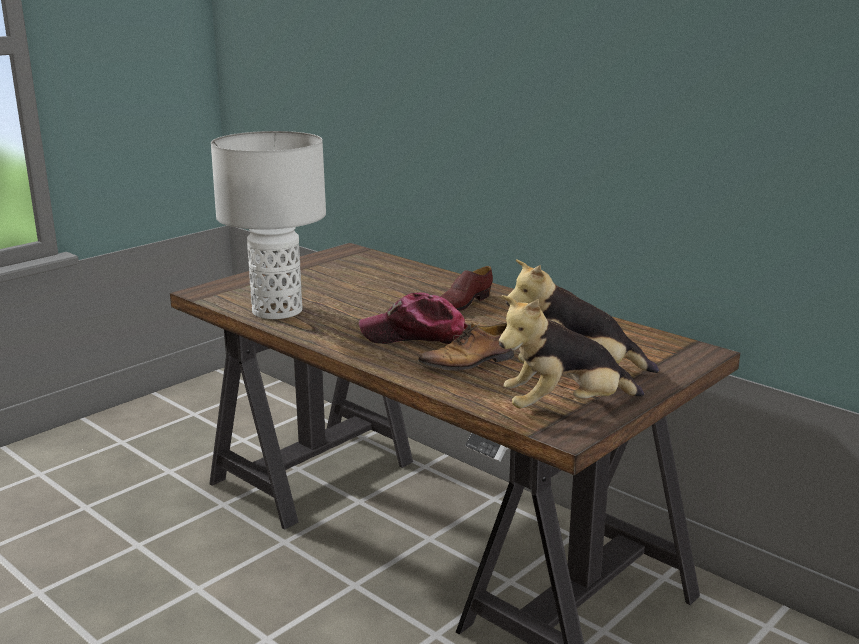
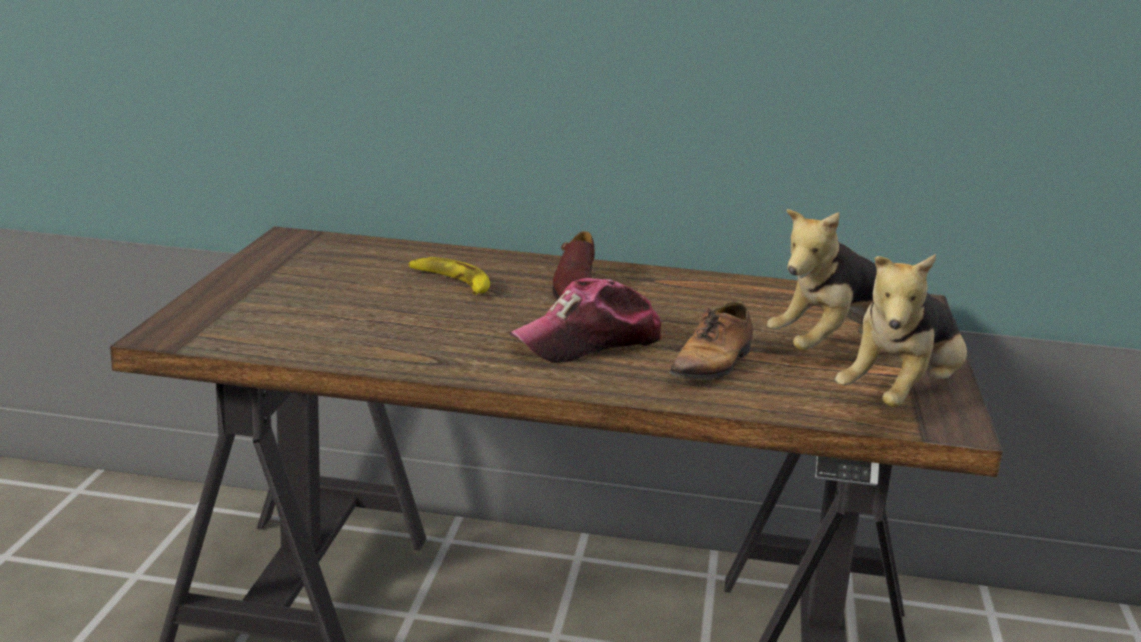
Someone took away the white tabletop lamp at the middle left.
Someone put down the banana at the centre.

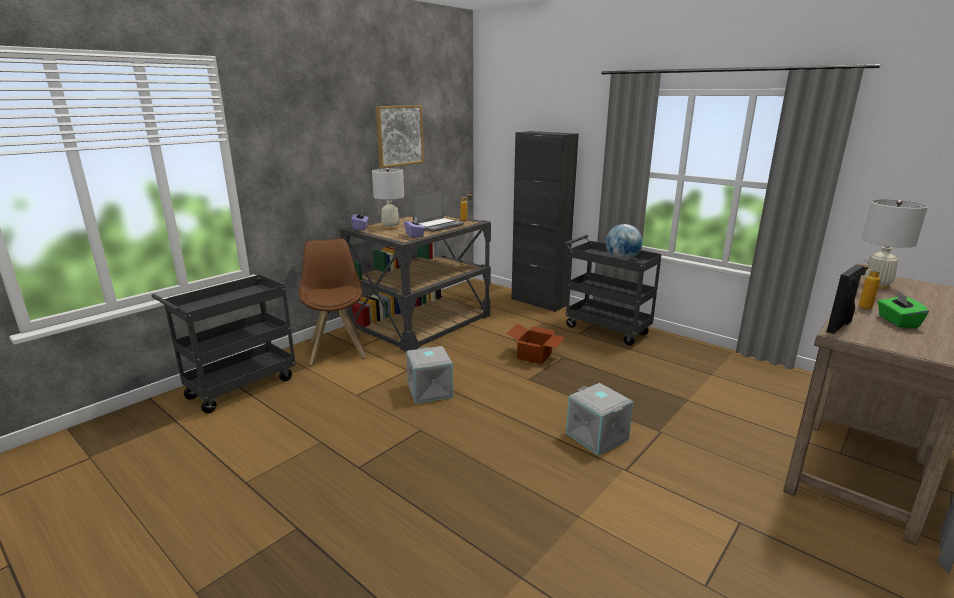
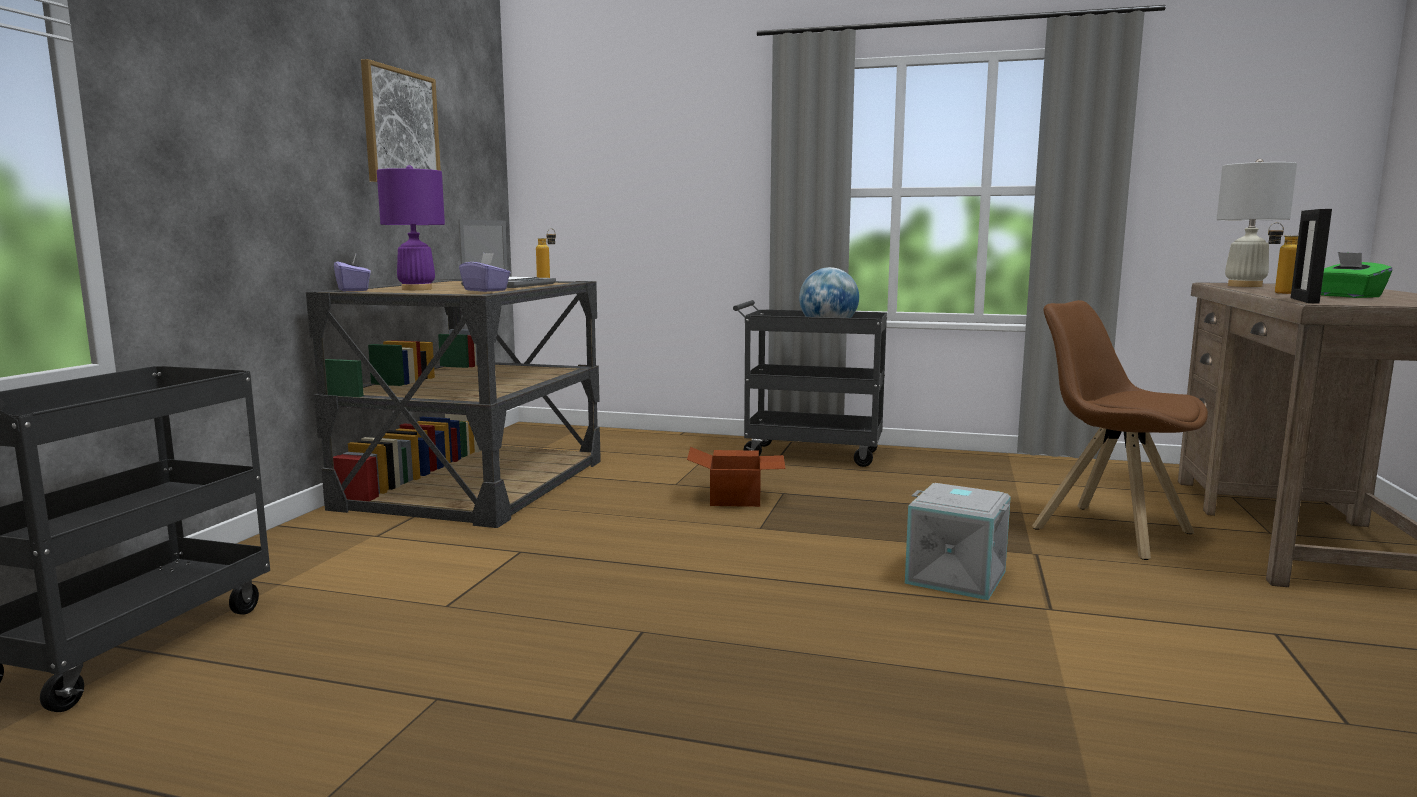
Someone carried the brown plain chair from the centre to the middle right.
Someone repainted the white tabletop lamp (no. 1 from left) at the top centre, which became the purple tabletop lamp at the top left.
Someone took away the grey storage container (no. 1 from left) at the centre.
Someone took away the black-coloured cabinet at the centre.

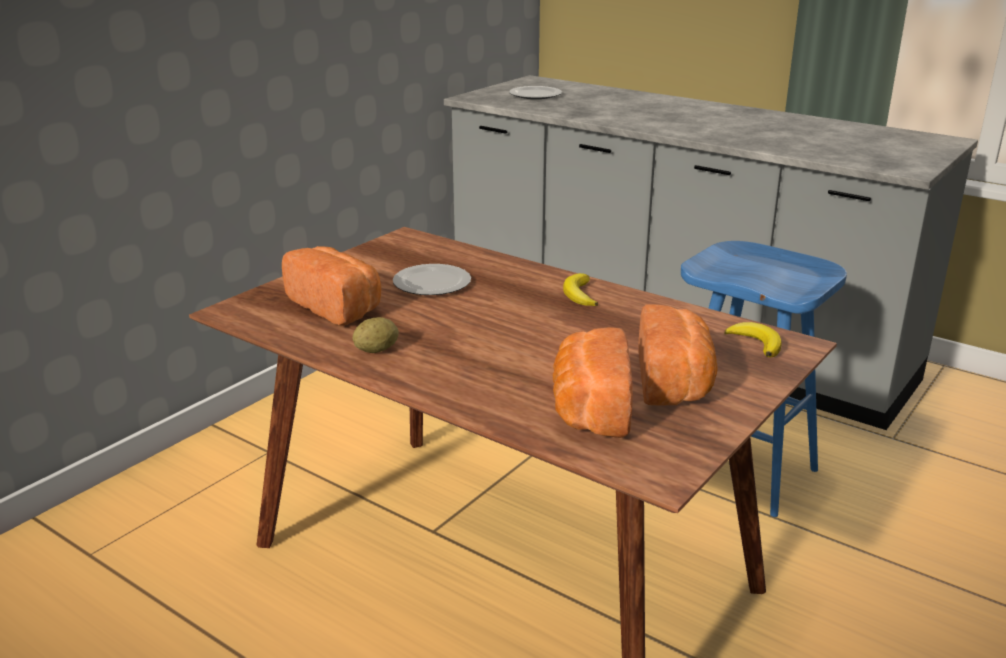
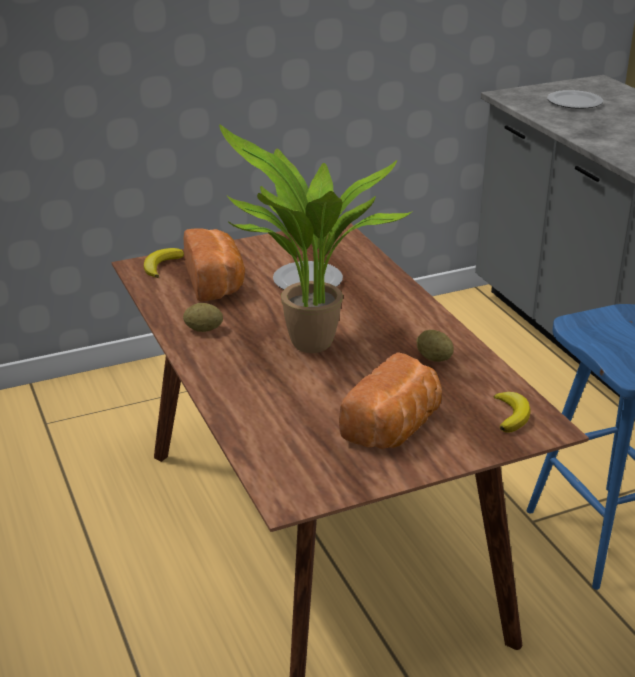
Someone took away the bread (no. 2 from left) at the centre.
Someone carried the banana (no. 1 from left) from the centre to the middle left.
Someone put down the houseplant at the centre.
Someone put down the whole potato (no. 2 from left) at the middle right.

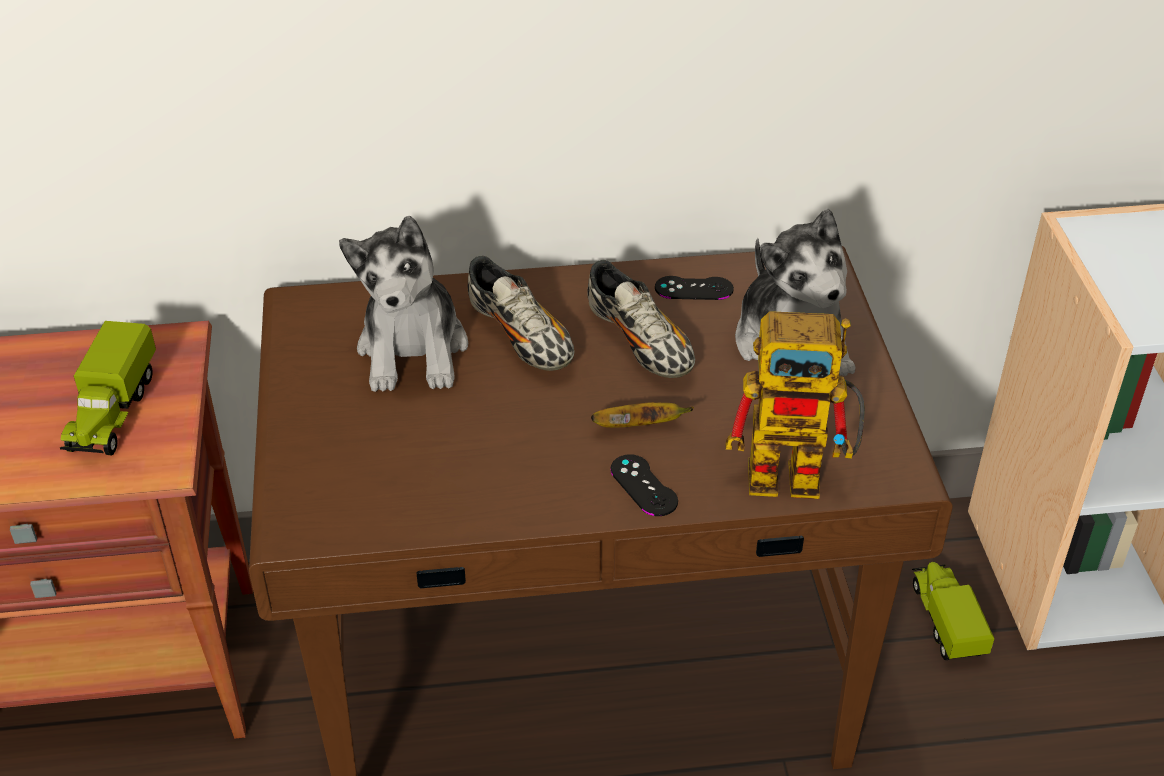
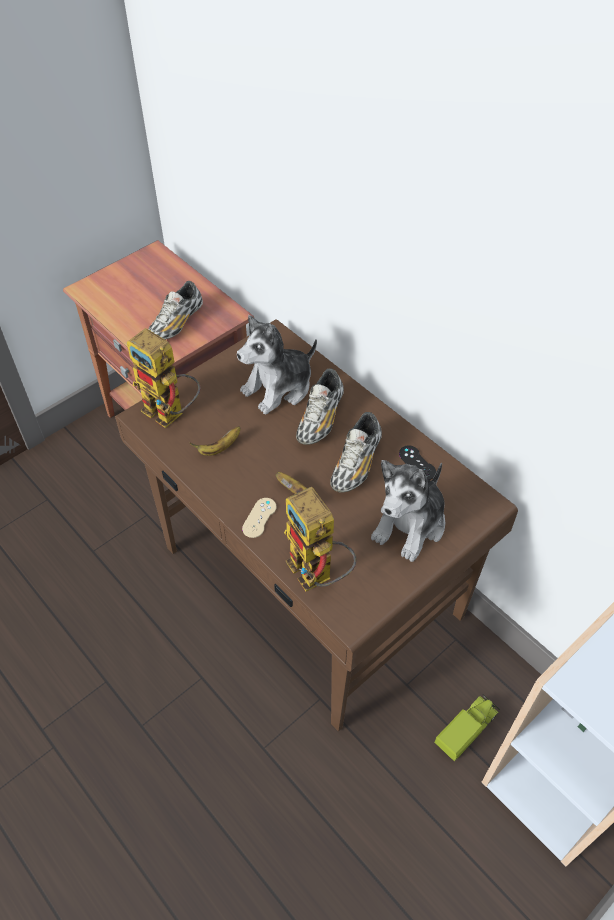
Someone swapped the toy truck (no. 1 from left) at the middle left for the low shoe (no. 1 from left) at the middle left.
Someone repainted the black-coloured joypad (no. 1 from left) at the centre, which became the beige joypad at the centre.
Someone put down the robot figure (no. 1 from left) at the middle left.
Someone put down the banana (no. 1 from left) at the centre.

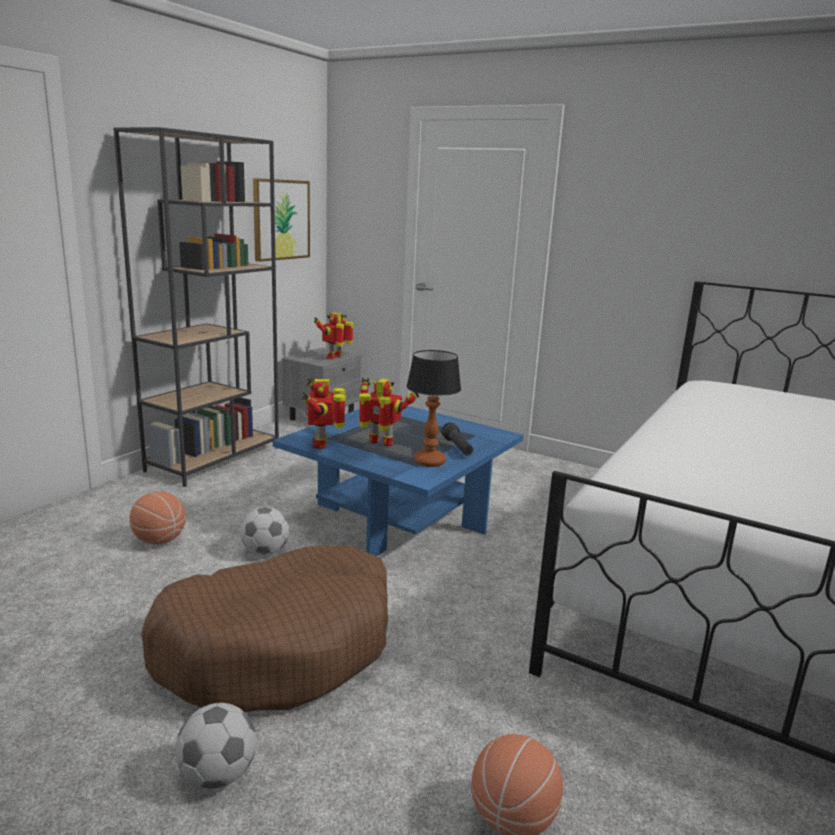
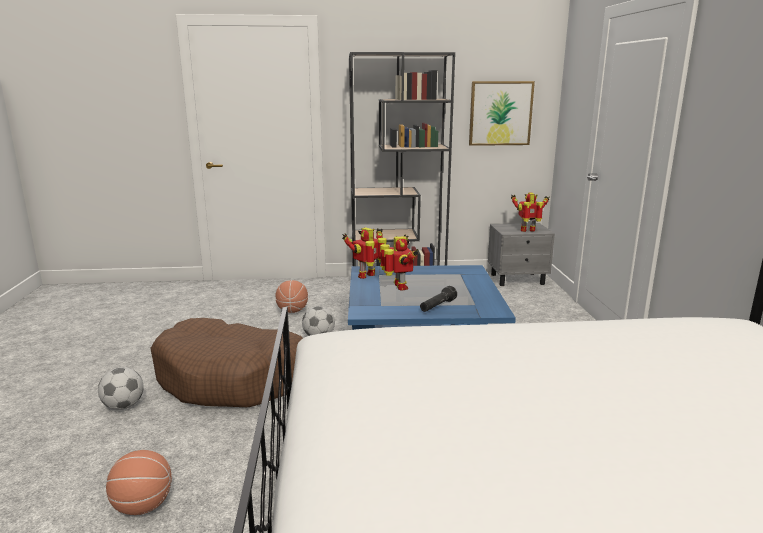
Someone took away the tabletop lamp at the centre.

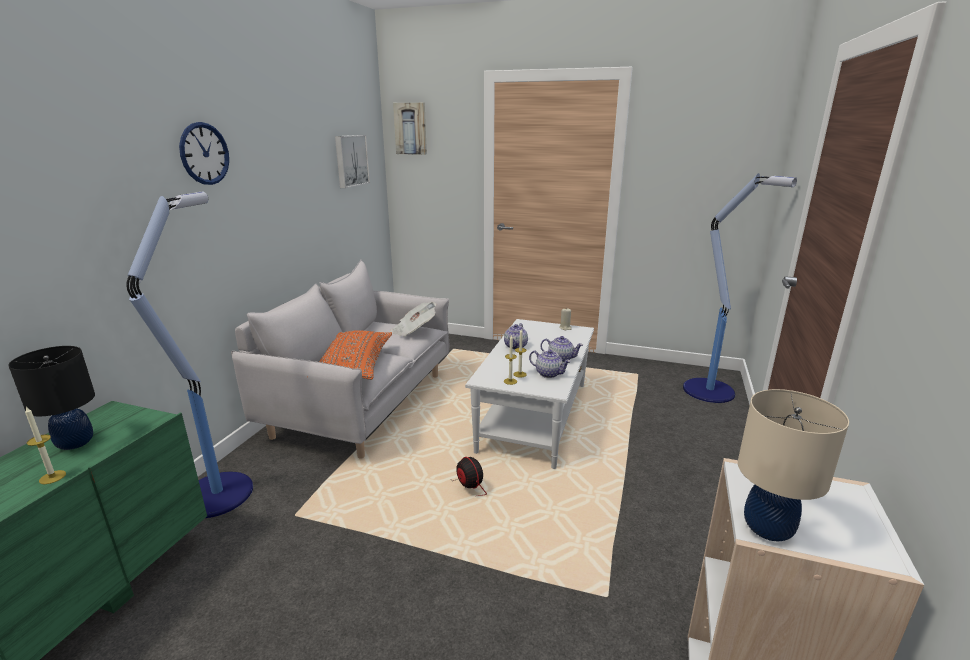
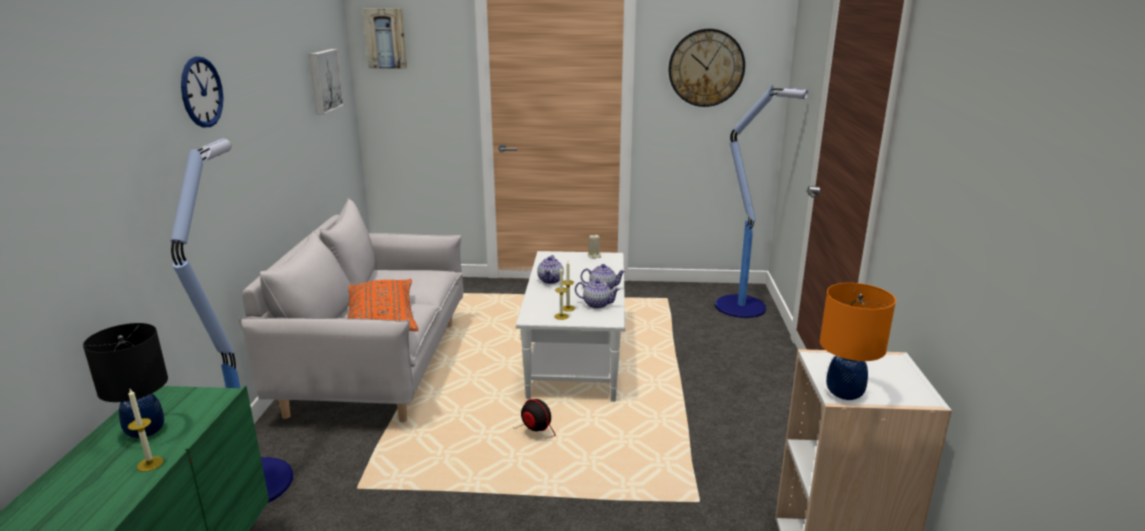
Someone took away the daily paper at the centre.
Someone repainted the beige tabletop lamp at the bottom right, which became the orangey tabletop lamp at the middle right.
Someone put up the hanging clock (no. 2 from left) at the top centre.

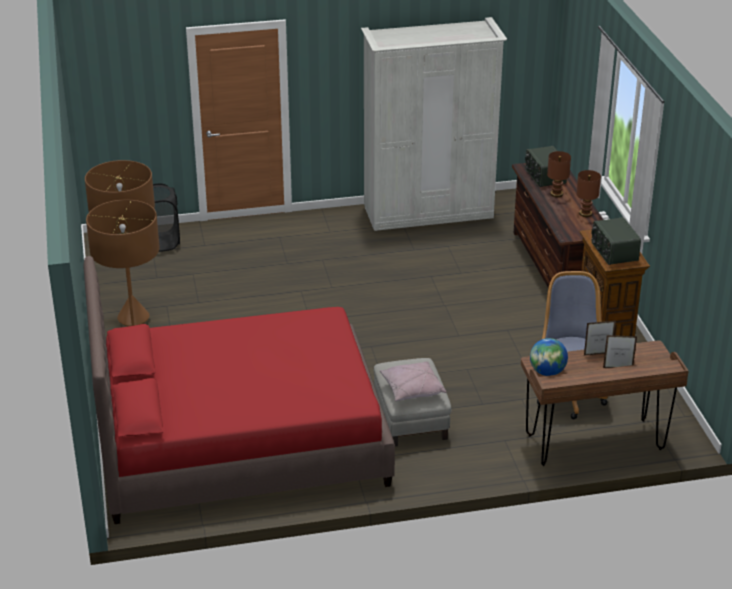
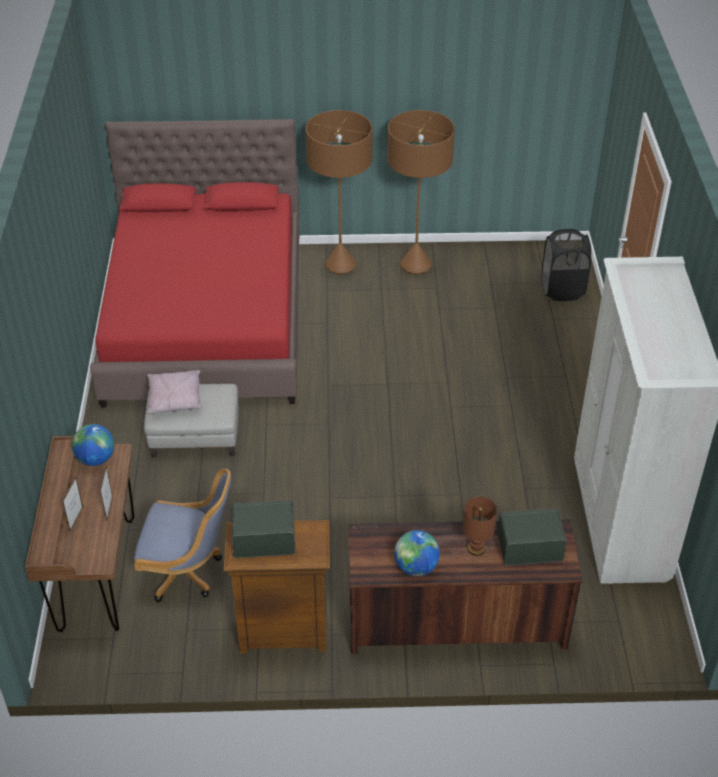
Someone swapped the brown tabletop lamp (no. 2 from left) at the top right for the desk globe (no. 2 from left) at the bottom centre.

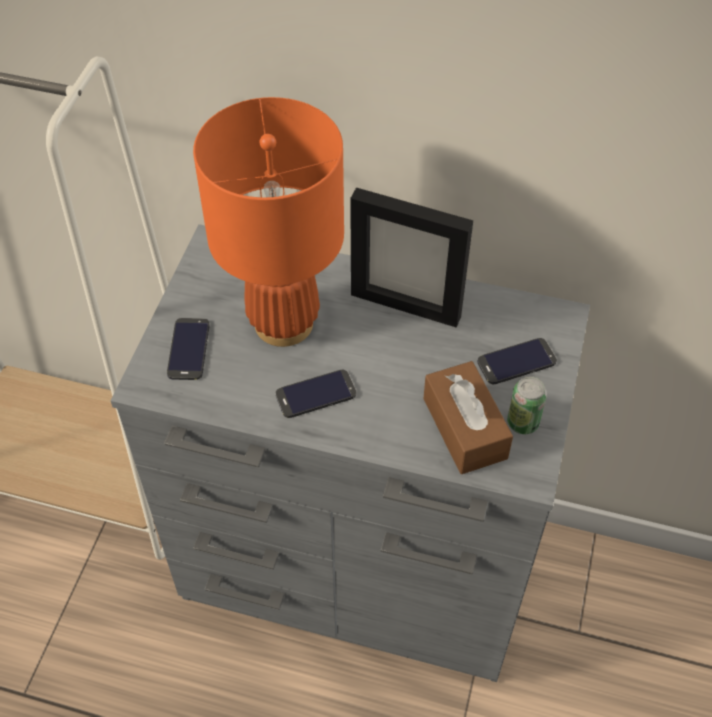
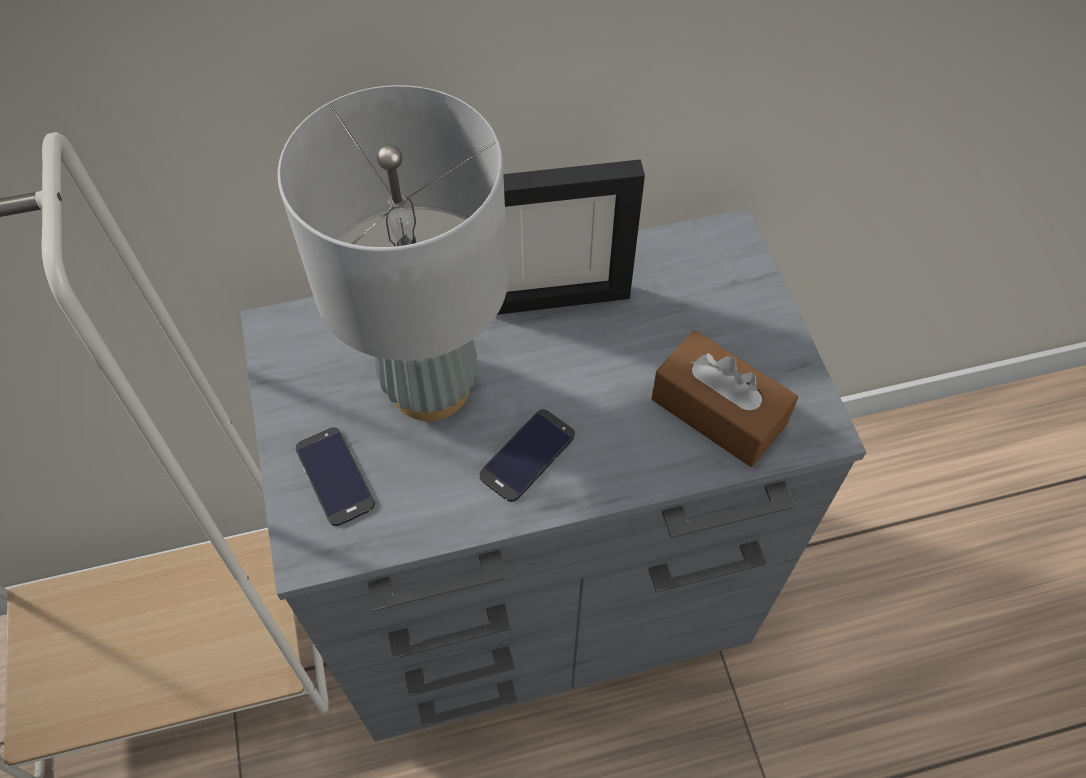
Someone repainted the orangey tabletop lamp at the top centre, which became the grey tabletop lamp at the top centre.
Someone took away the telephone (no. 3 from left) at the middle right.
Someone took away the can at the middle right.

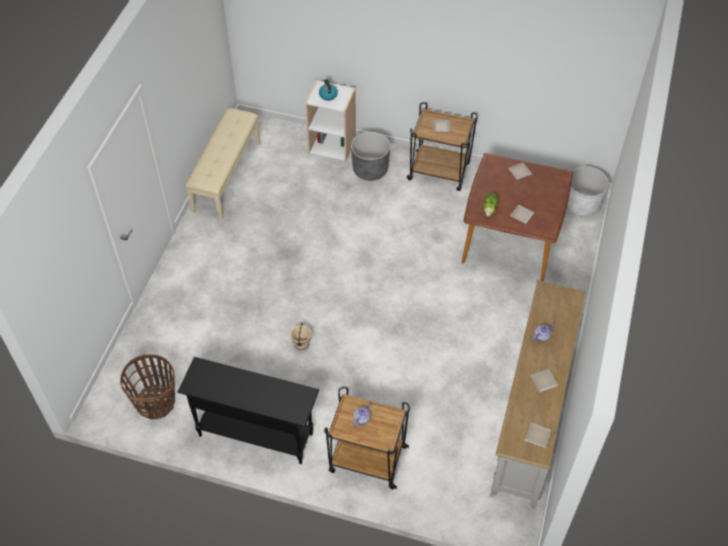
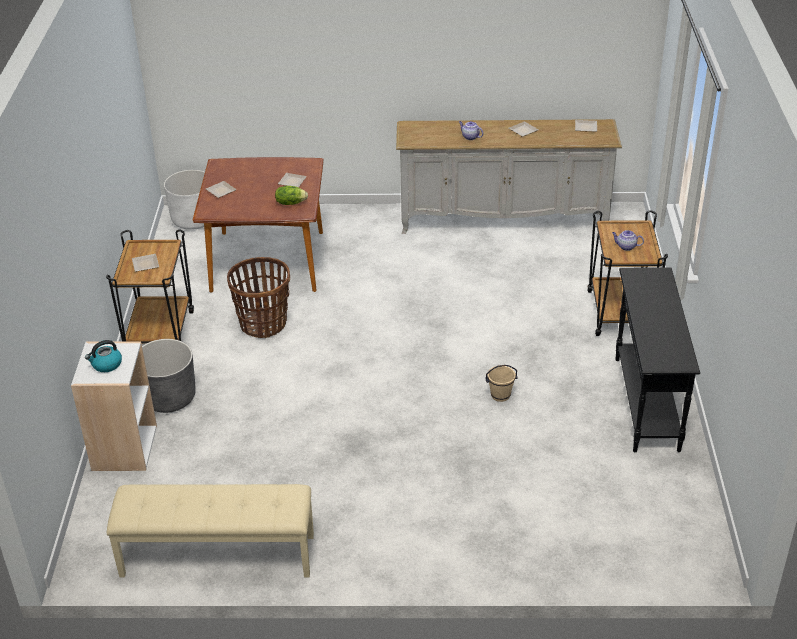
Someone carried the storage basket from the bottom left to the middle left.

